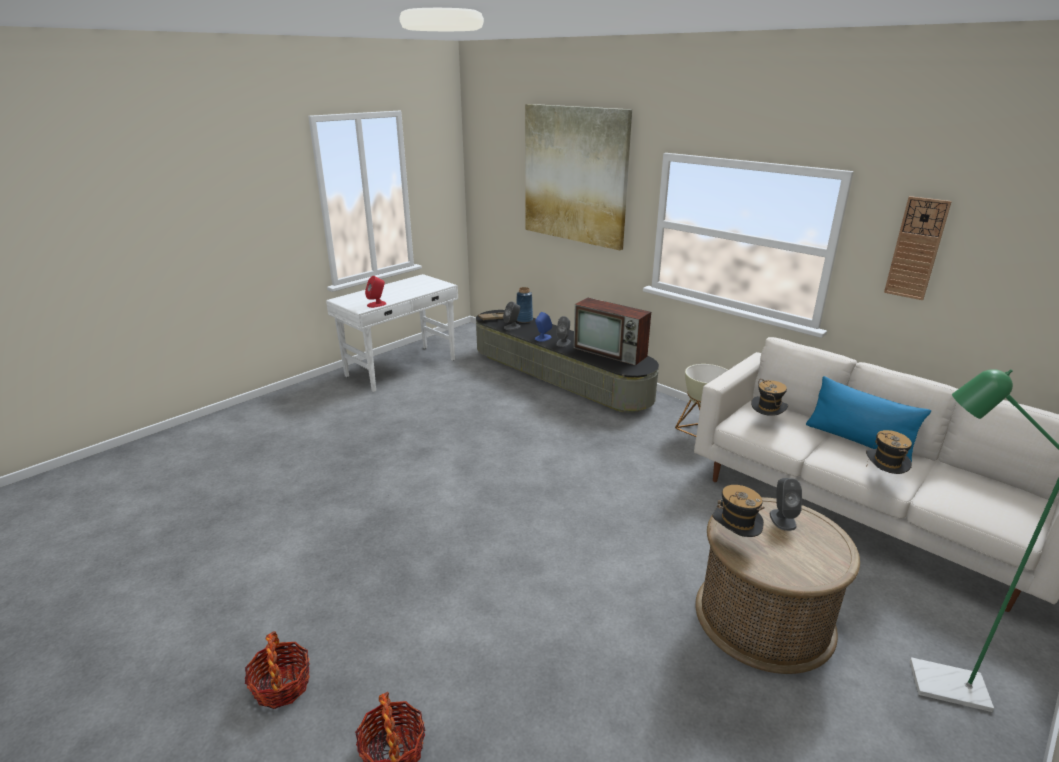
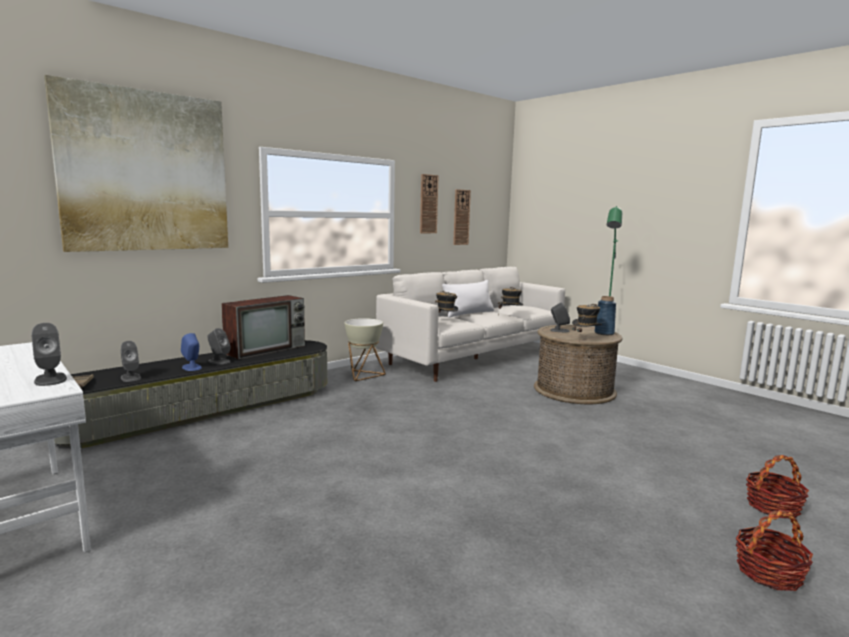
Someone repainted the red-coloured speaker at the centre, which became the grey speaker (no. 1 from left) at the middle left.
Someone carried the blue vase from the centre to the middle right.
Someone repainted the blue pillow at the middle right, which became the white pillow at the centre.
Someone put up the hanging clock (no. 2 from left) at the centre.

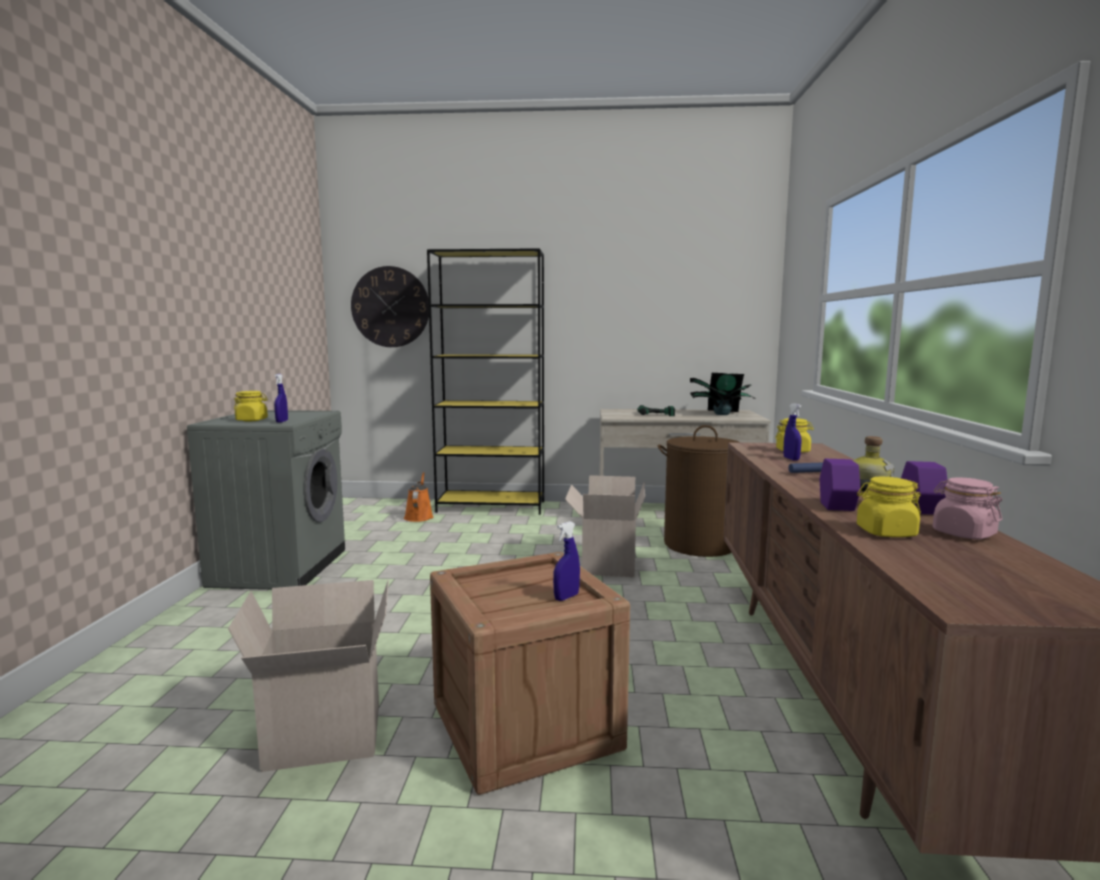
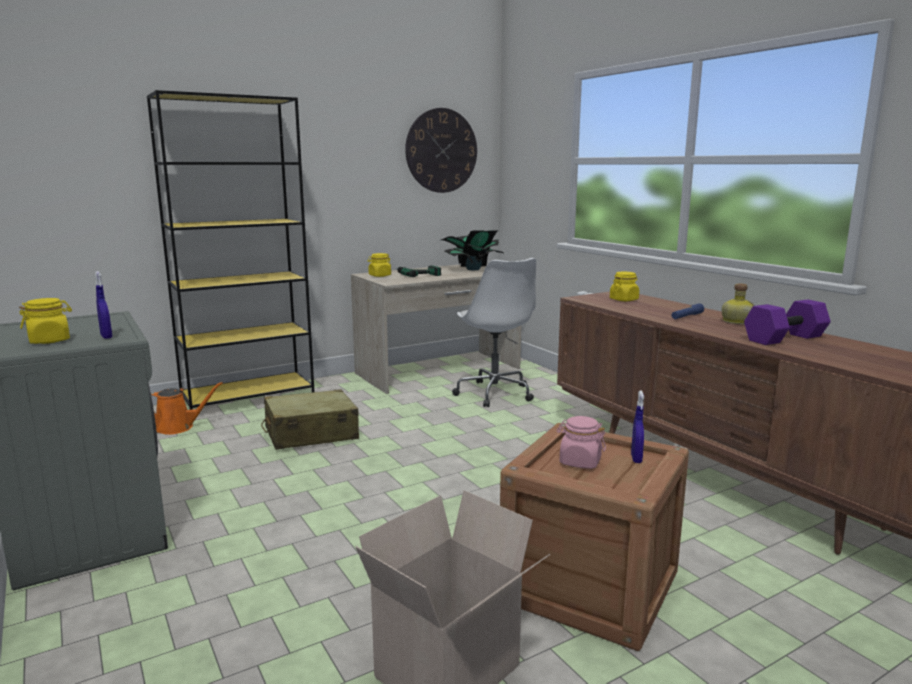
Someone carried the hanging clock from the centre to the top centre.
Someone rotated the orangey sprinkling can at the centre by 120 degrees clockwise.
Someone took away the cardboard box (no. 2 from left) at the centre.
Someone swapped the brown hamper at the centre for the white office chair at the centre.
Someone took away the blue spray bottle (no. 3 from left) at the middle right.
Someone carried the yellowish storage jar (no. 3 from left in the first image) from the middle right to the centre.
Someone carried the pink storage jar from the middle right to the centre.
Someone put down the beige travel case at the centre.

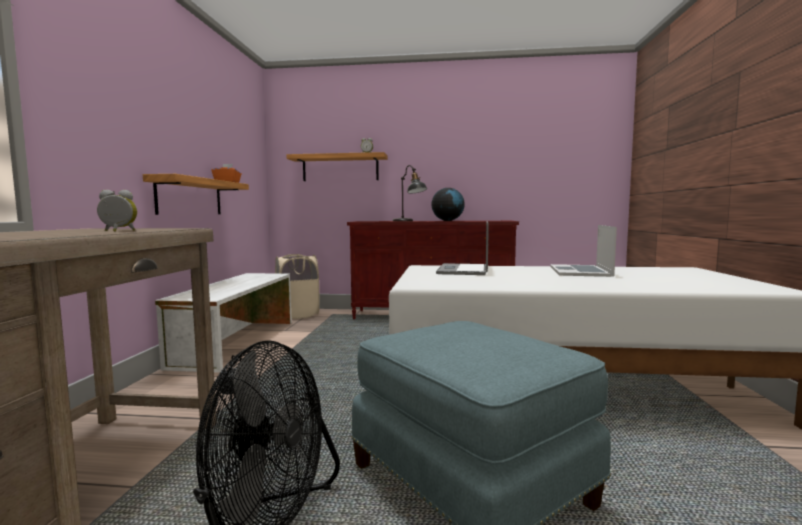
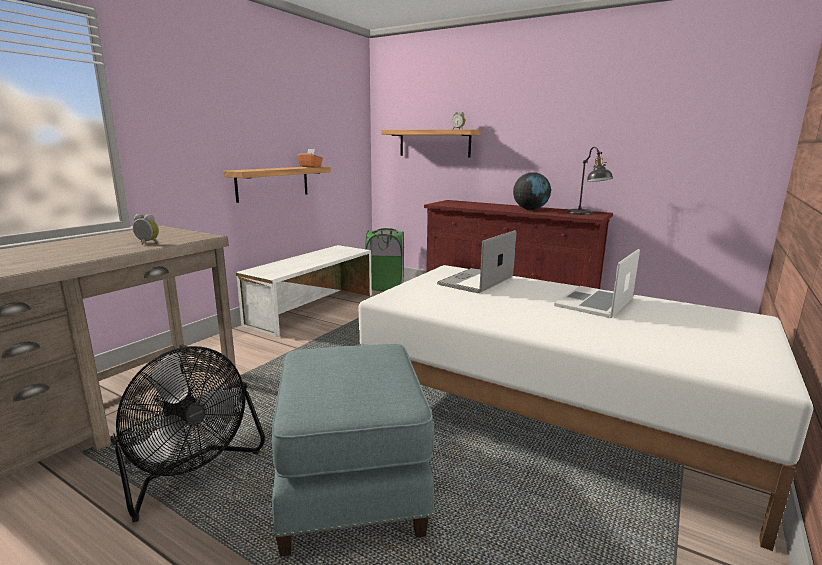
Someone repainted the beige hamper at the centre, which became the greenish hamper at the centre.
Someone carried the grey tabletop lamp from the centre to the top right.

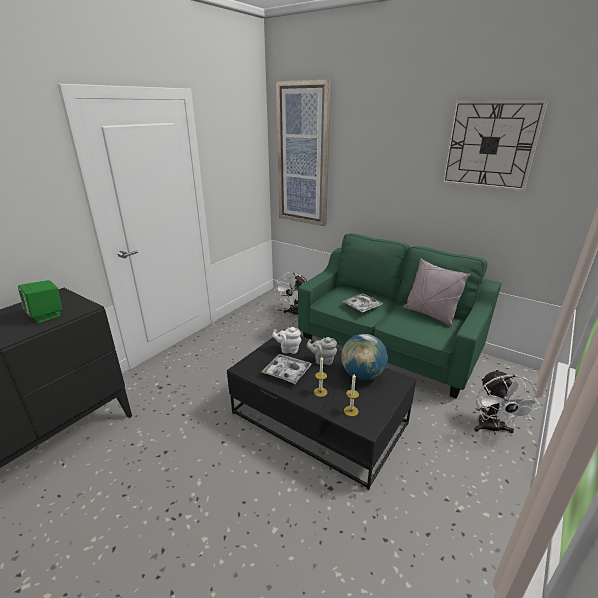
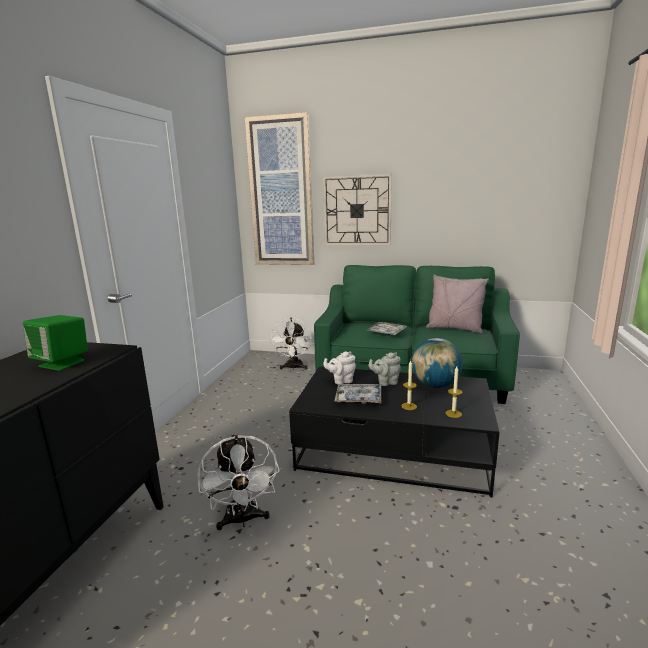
Someone carried the hanging clock from the top right to the top centre.
Someone carried the white cooling fan (no. 2 from left in the first image) from the bottom right to the bottom centre.

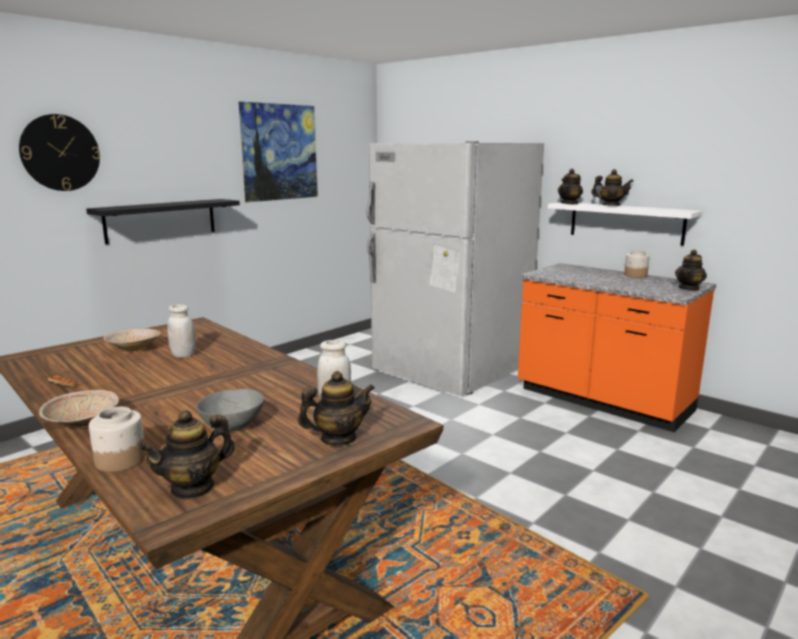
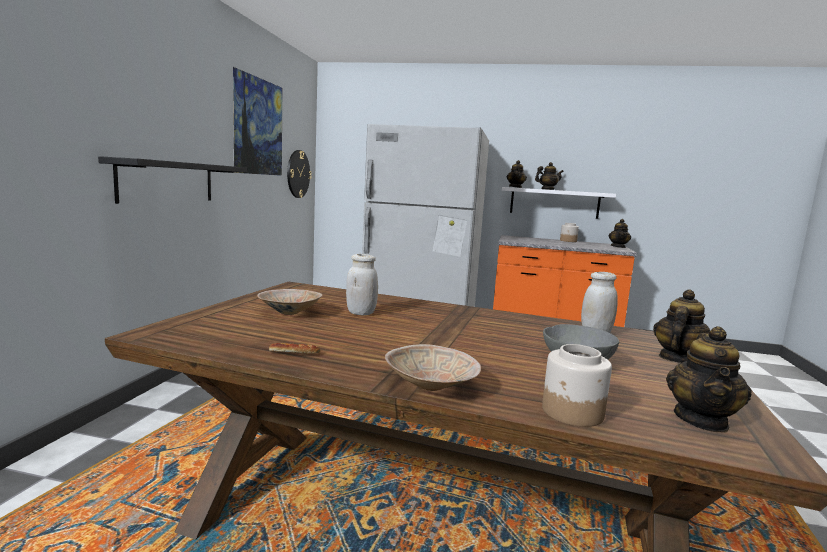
Someone carried the hanging clock from the top left to the top centre.

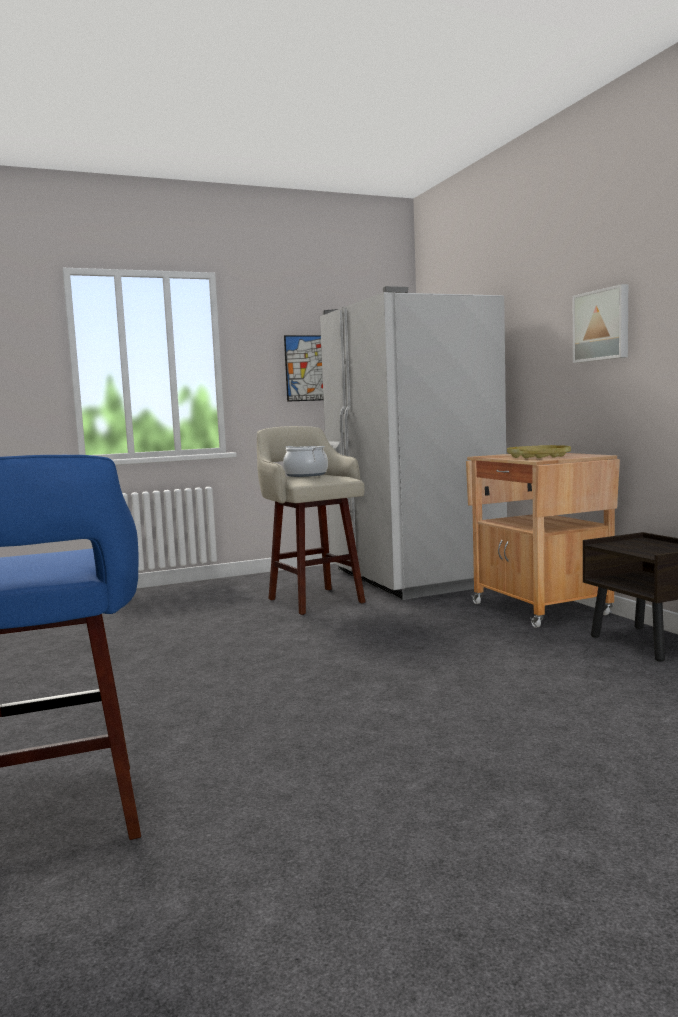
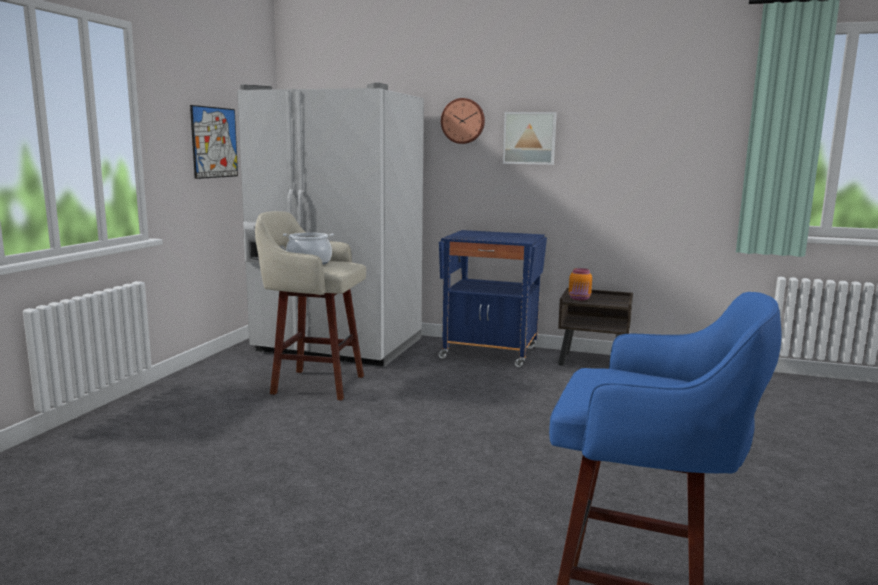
Someone repainted the brown trolley at the middle right, which became the blue trolley at the centre.
Someone took away the yellowish tray at the middle right.
Someone put up the hanging clock at the top centre.
Someone put down the orangey storage jar at the centre.

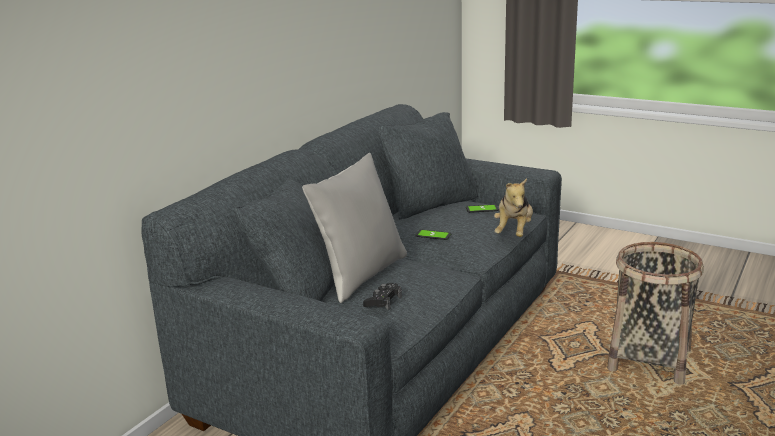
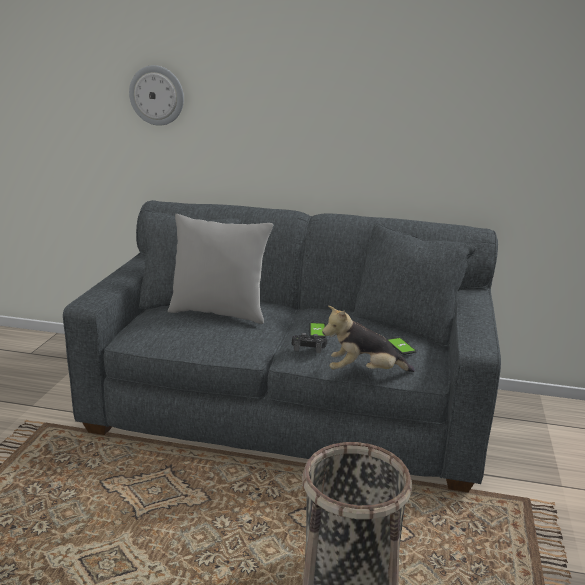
Someone carried the black-coloured joypad from the bottom centre to the centre.
Someone put up the hanging clock at the top left.

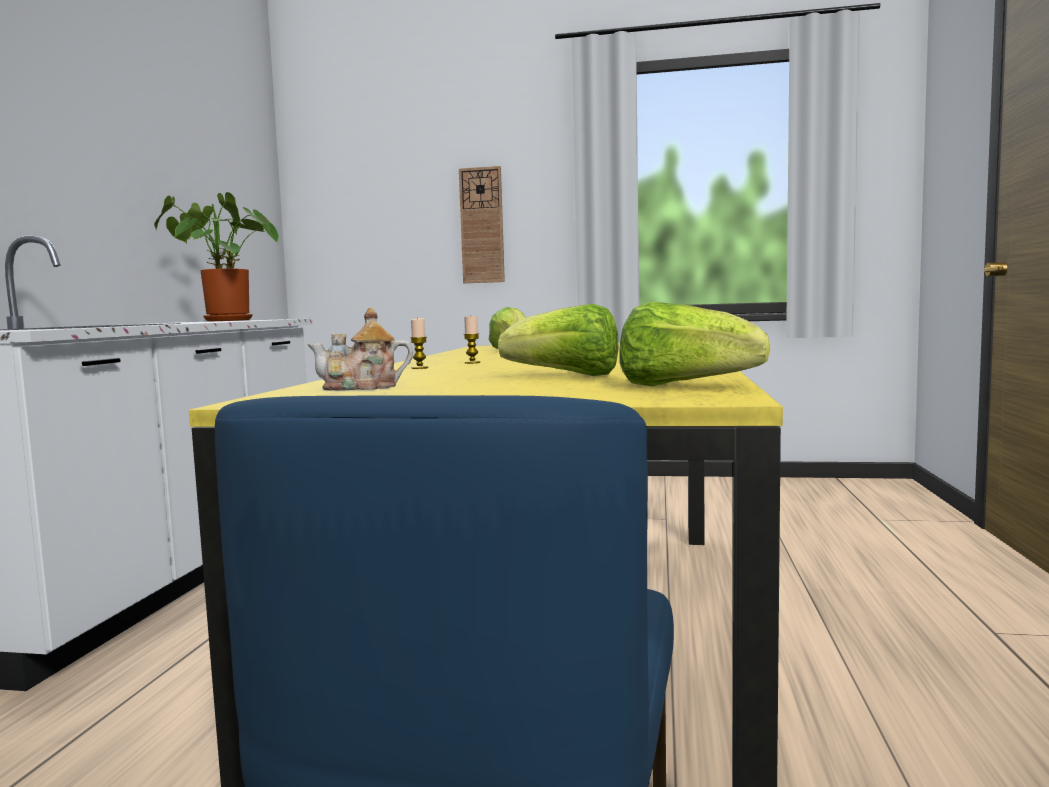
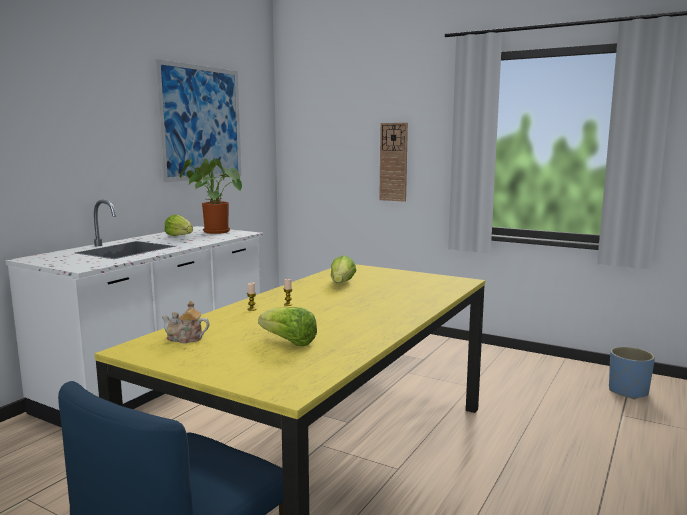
Someone carried the head of lettuce (no. 3 from left in the first image) from the centre to the middle left.
Someone put up the picture at the top left.
Someone put down the blue plant pot at the bottom right.

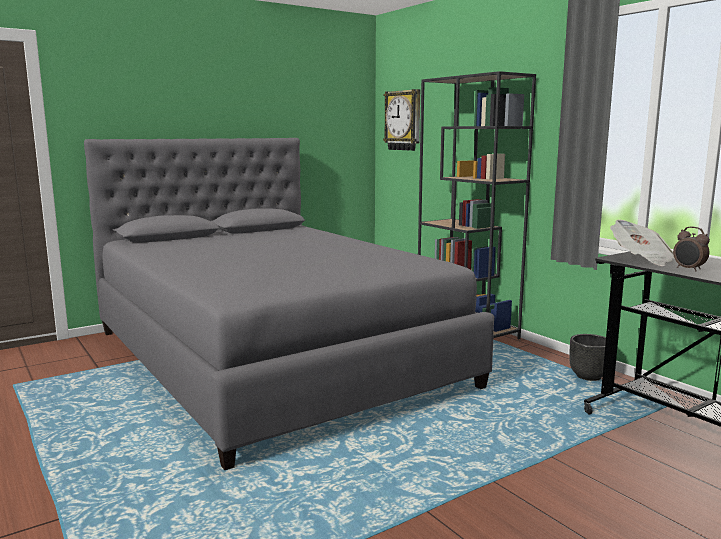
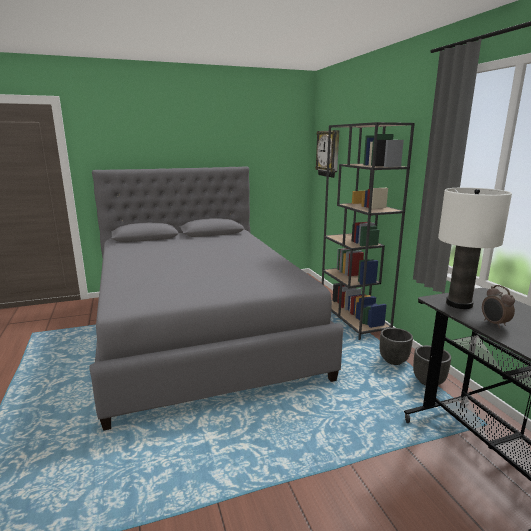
Someone swapped the daily paper at the middle right for the white tabletop lamp at the middle right.
Someone put down the black-coloured plant pot (no. 1 from left) at the middle right.

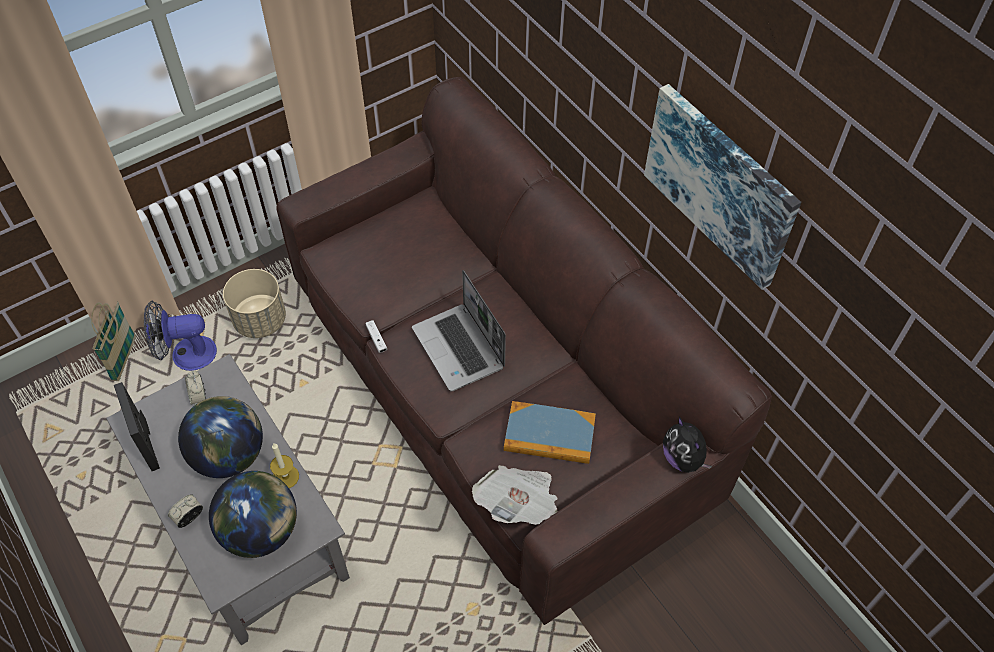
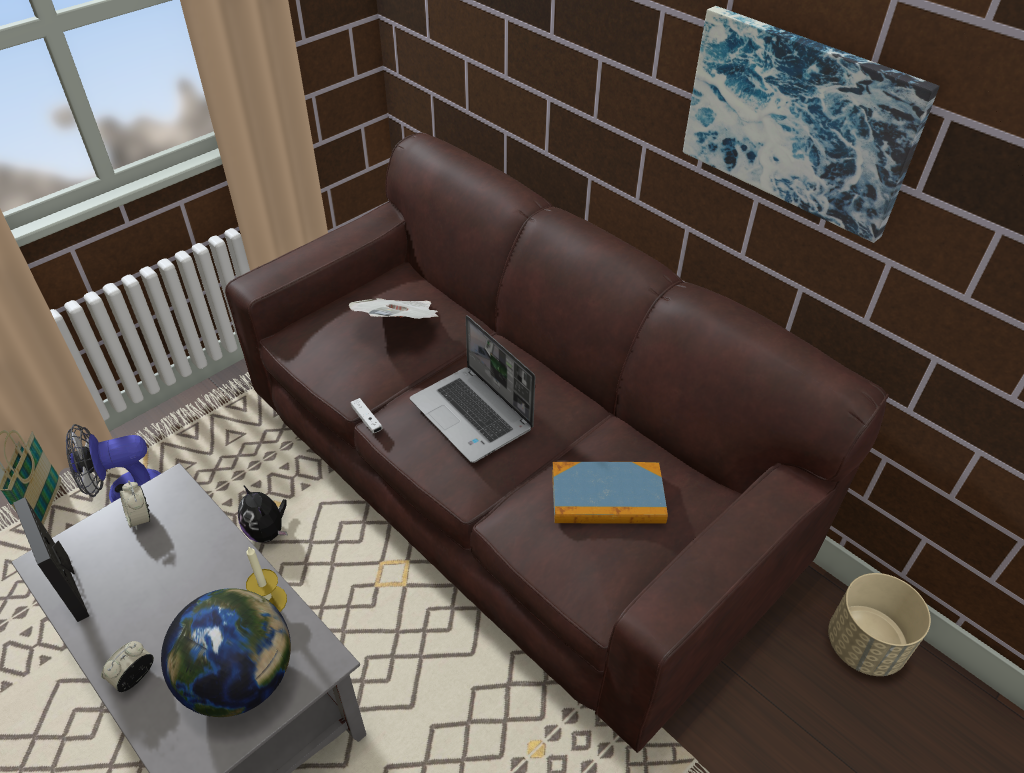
Someone took away the desk globe (no. 1 from left) at the bottom left.
Someone carried the beige plant pot from the middle left to the bottom right.
Someone carried the daily paper from the bottom centre to the centre.
Someone carried the plush toy from the bottom right to the middle left.

